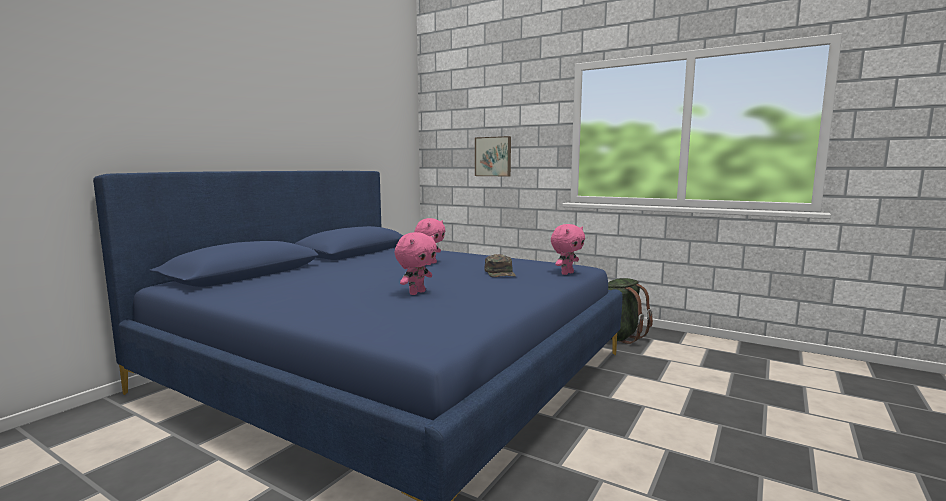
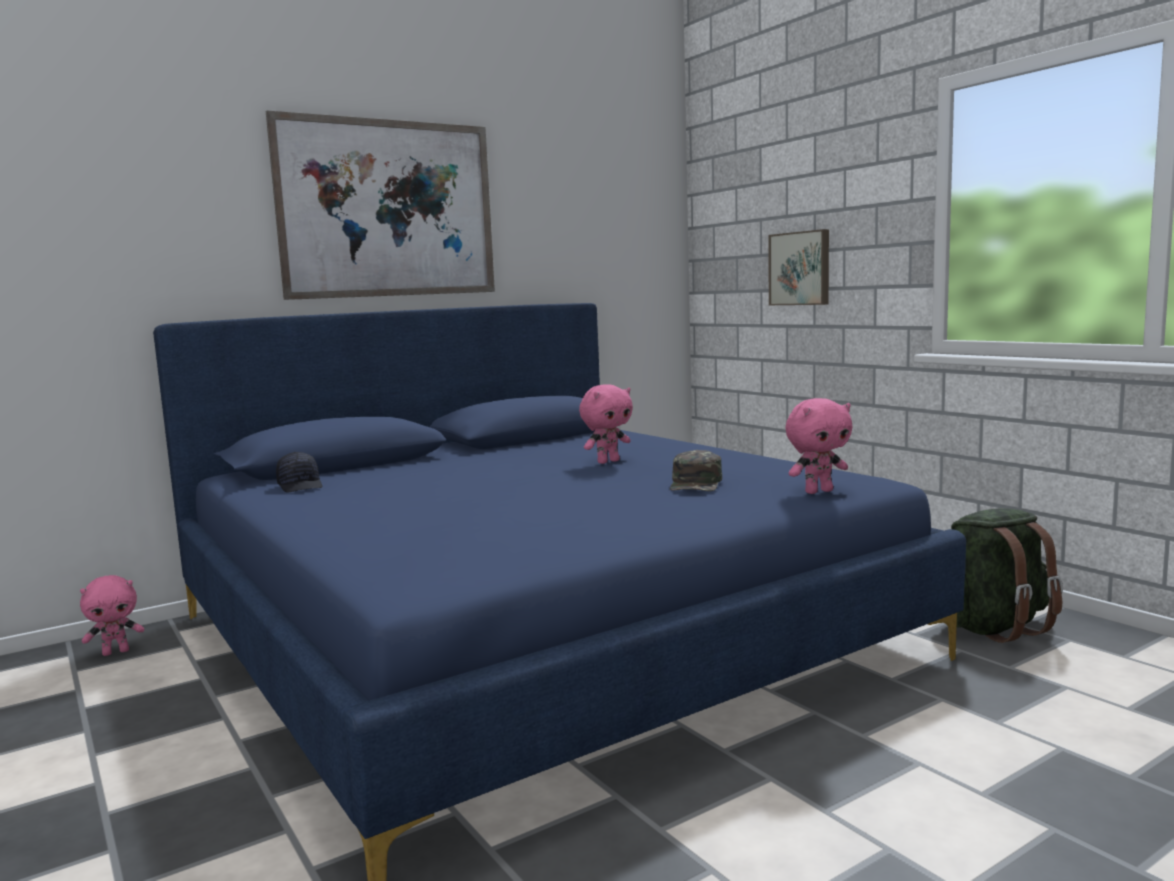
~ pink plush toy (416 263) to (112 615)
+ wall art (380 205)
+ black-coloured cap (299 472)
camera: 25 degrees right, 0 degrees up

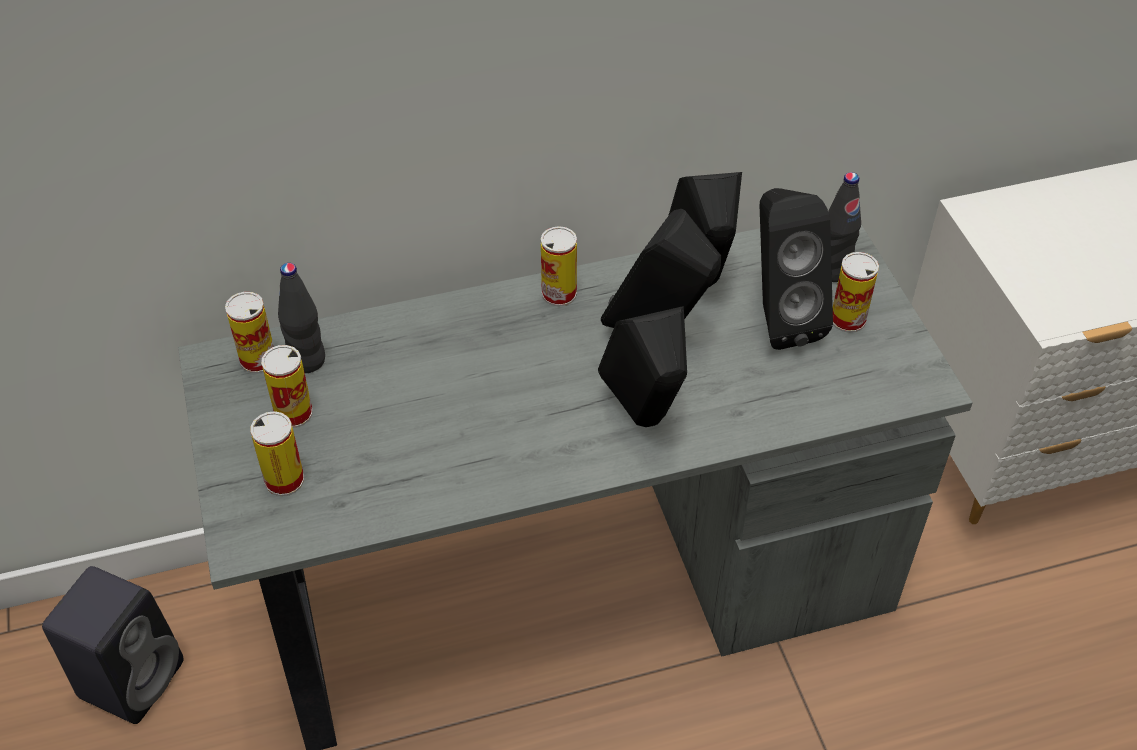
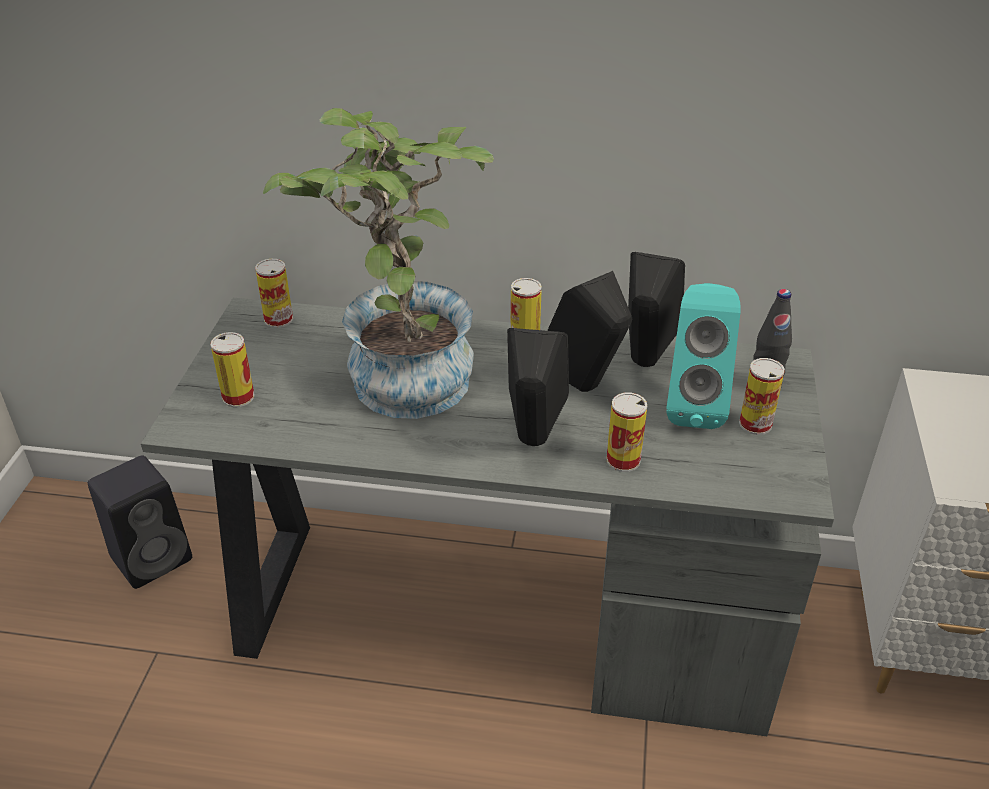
~ black-coloured loudspeaker (796 269) to blue-green loudspeaker (703 356)
- black-coloured beverage bottle (301 318)
~ sealed can (287 386) to (627 432)
+ plant in a pot (378 263)
camera: 25 degrees right, 10 degrees down

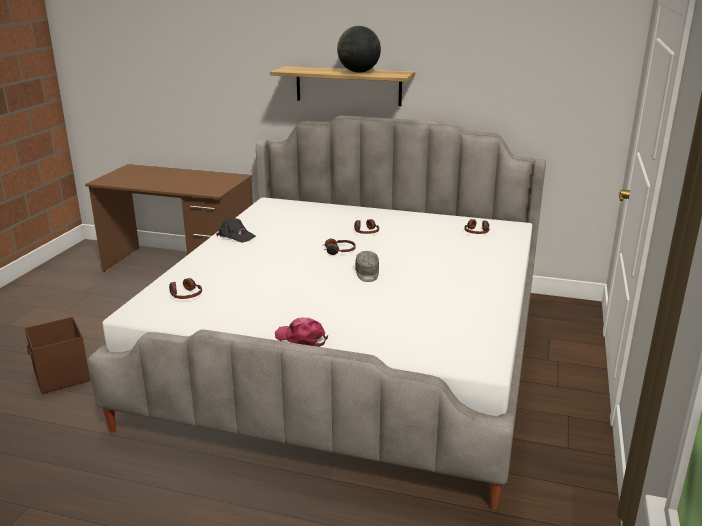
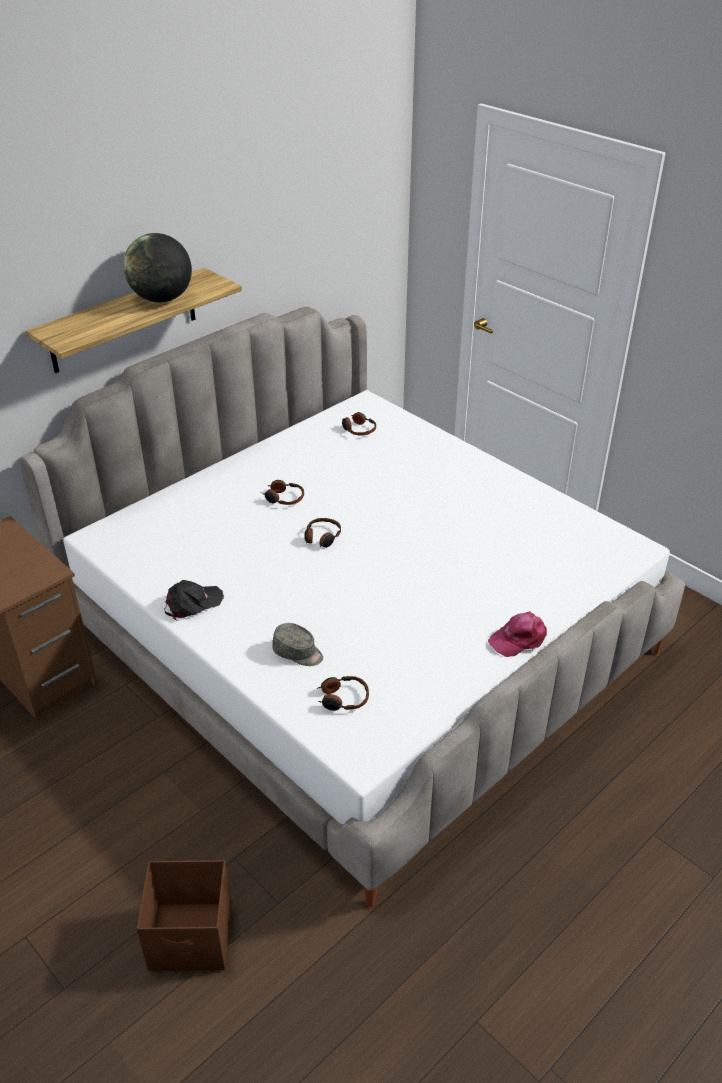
~ grey cap (367 266) to (298 644)
camera: 60 degrees left, 15 degrees up

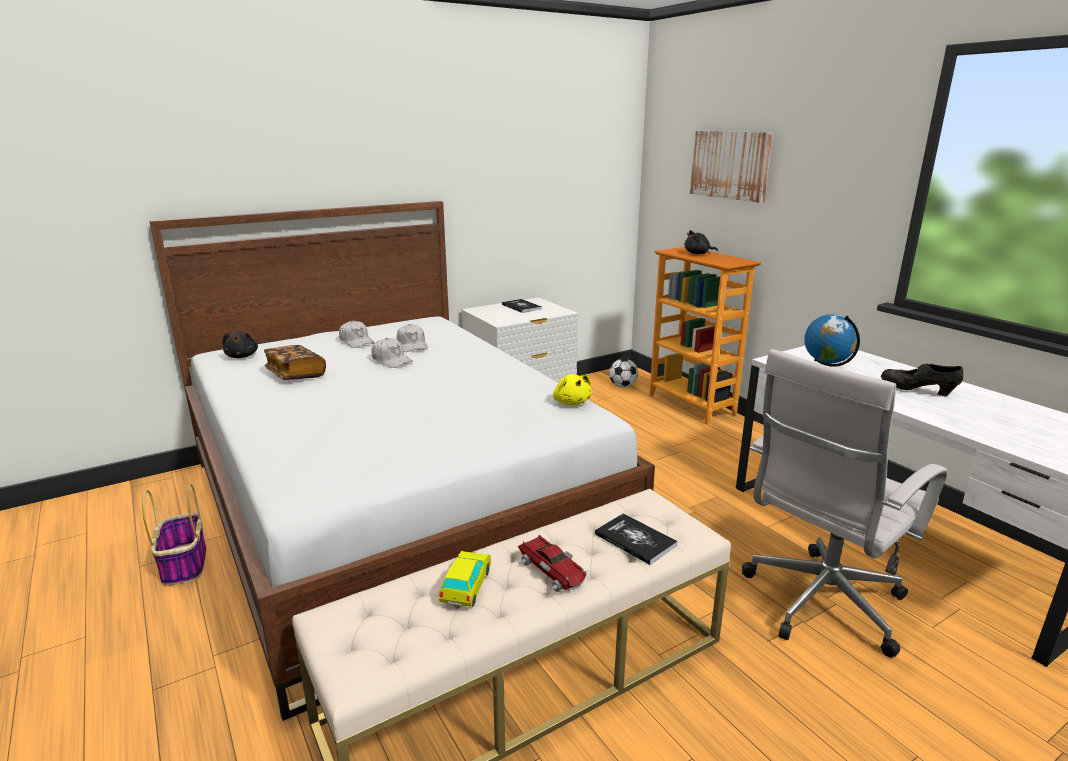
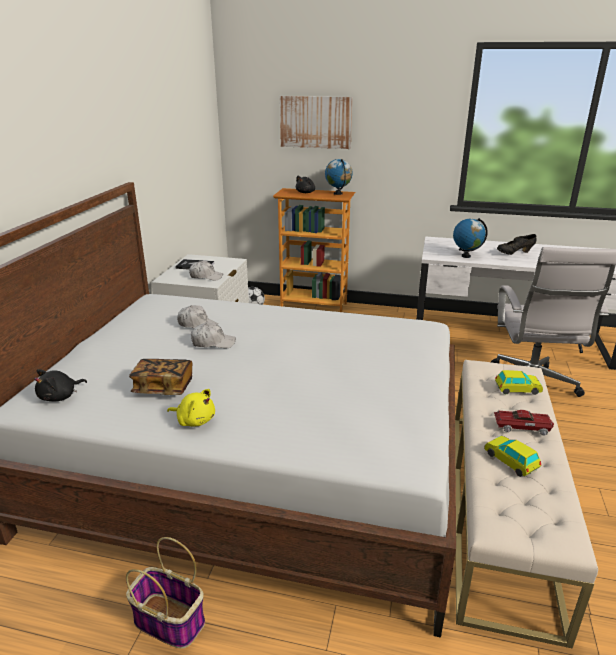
~ whitish cap (357 334) to (206 271)
~ black-coloured plush toy (240 345) = (60 385) 105 degrees clockwise
~ yellow plush toy (572 389) to (191 408)
~ bound book (636 539) to model car (519 382)
+ world globe (339 177)
camera: 45 degrees left, 5 degrees up

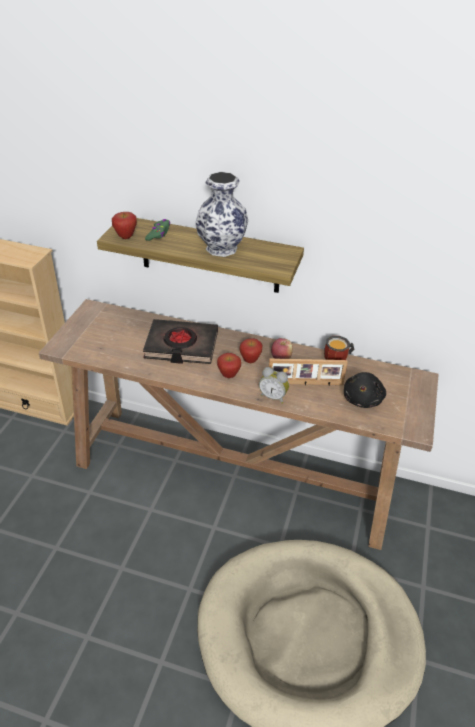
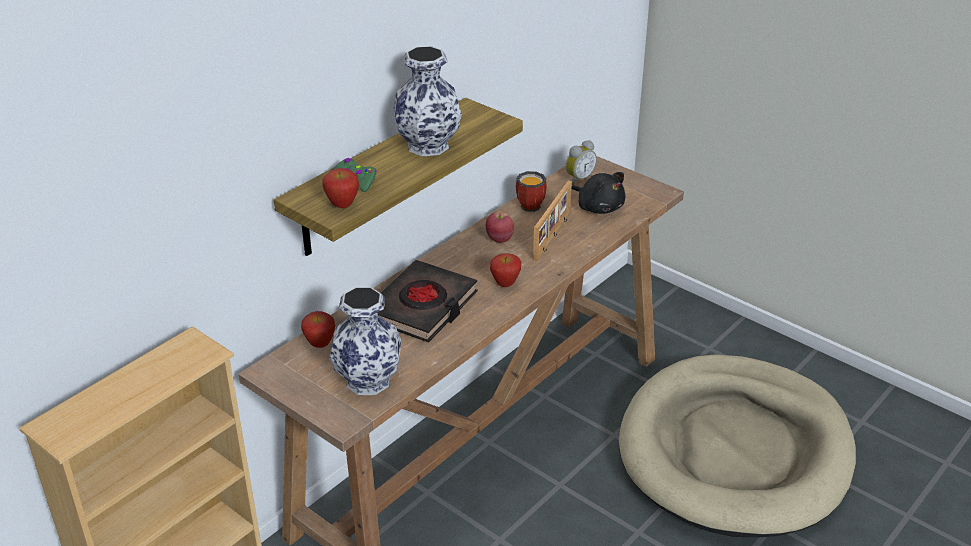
~ whole apple (251 350) to (318 329)
~ bedside clock (274 385) to (581 162)
+ decorative vase (365 341)
camera: 65 degrees left, 5 degrees down

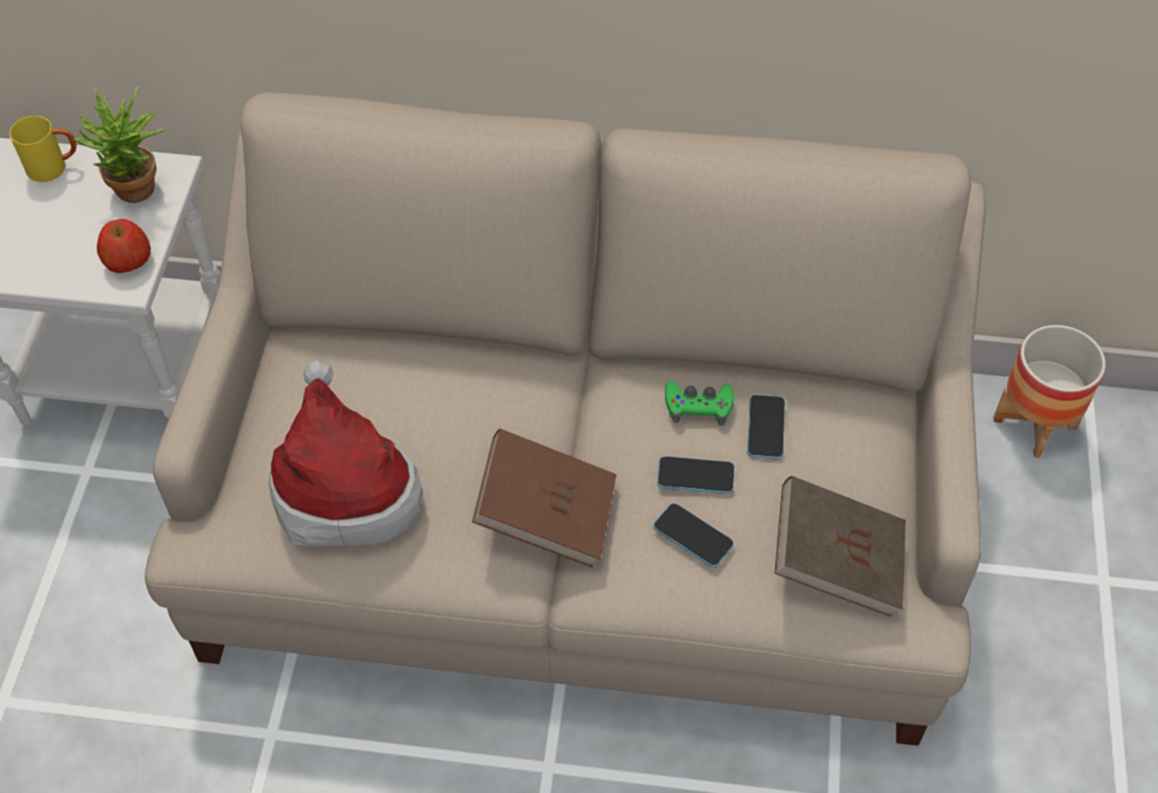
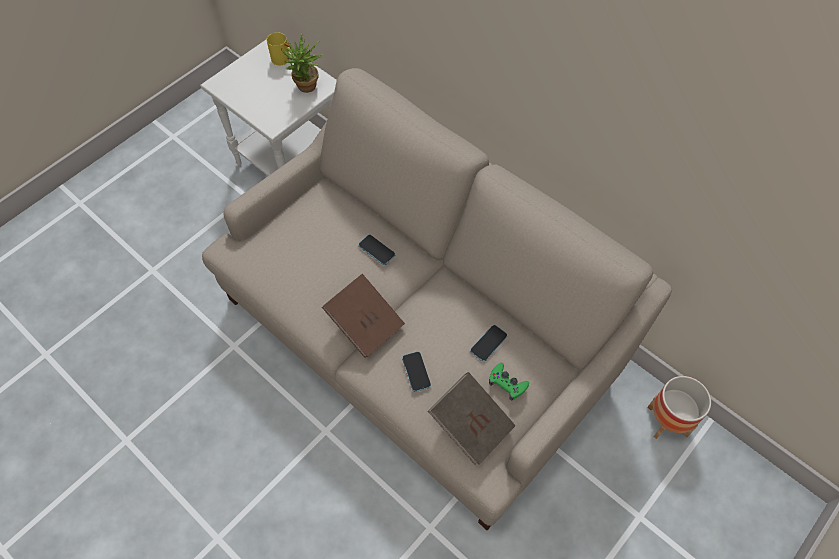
- whole apple (124 246)
- hat (346 453)
~ green joypad (699 403) to (509 382)
~ handset (696 475) to (376 250)
camera: 35 degrees right, 5 degrees up

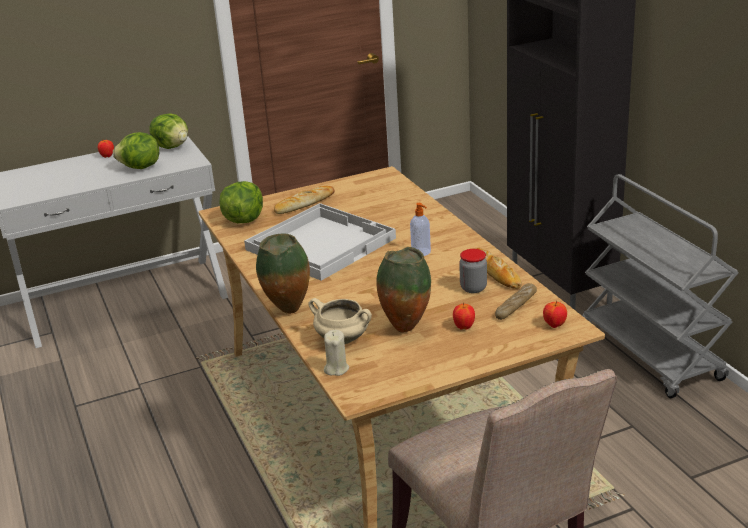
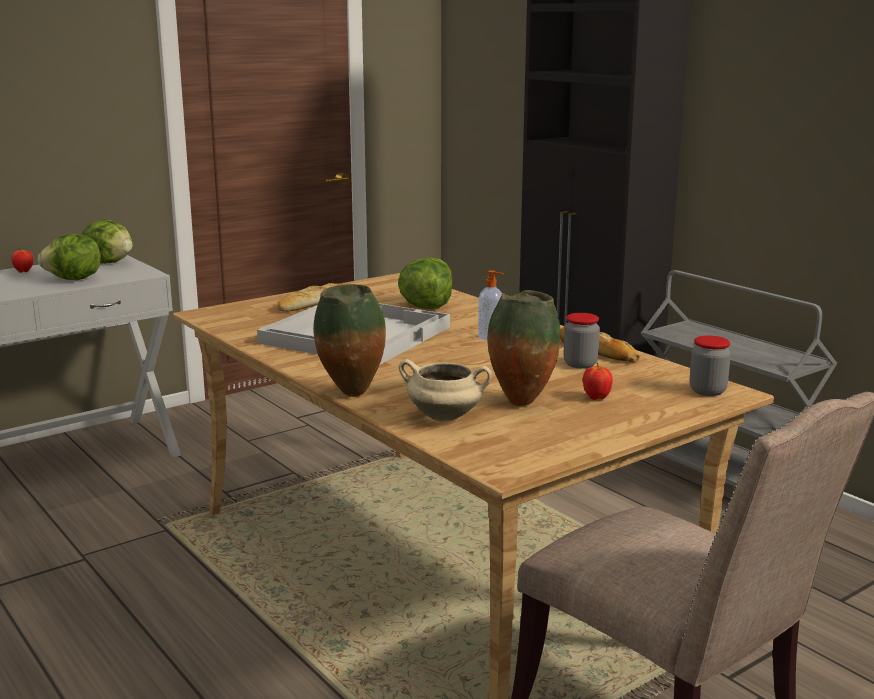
~ lettuce head (241 202) to (425 283)
- baked bread (516 301)
~ whole apple (555 314) to preserve jar (710 366)
- sand-coloured wax candle (336 353)
camera: 15 degrees left, 10 degrees down

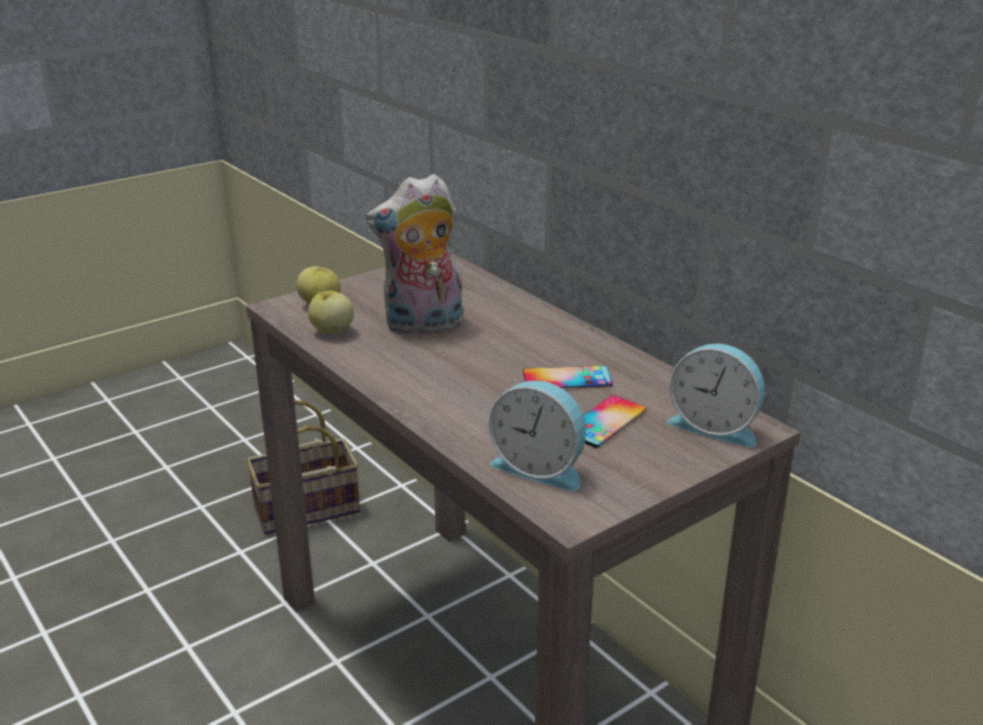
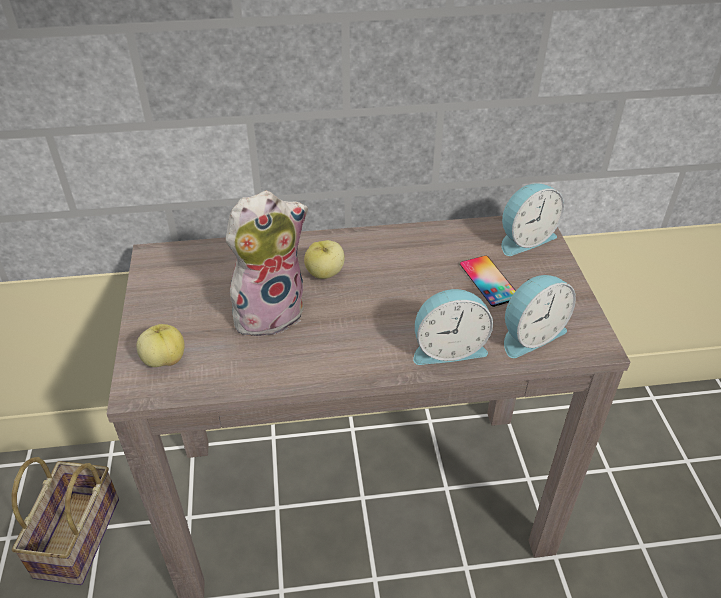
~ plush toy (414 254) = (267 263) 135 degrees counterclockwise
~ whole apple (331 312) to (324 259)
- handset (568 377)
+ bedside clock (453 327)
camera: 60 degrees left, 15 degrees up

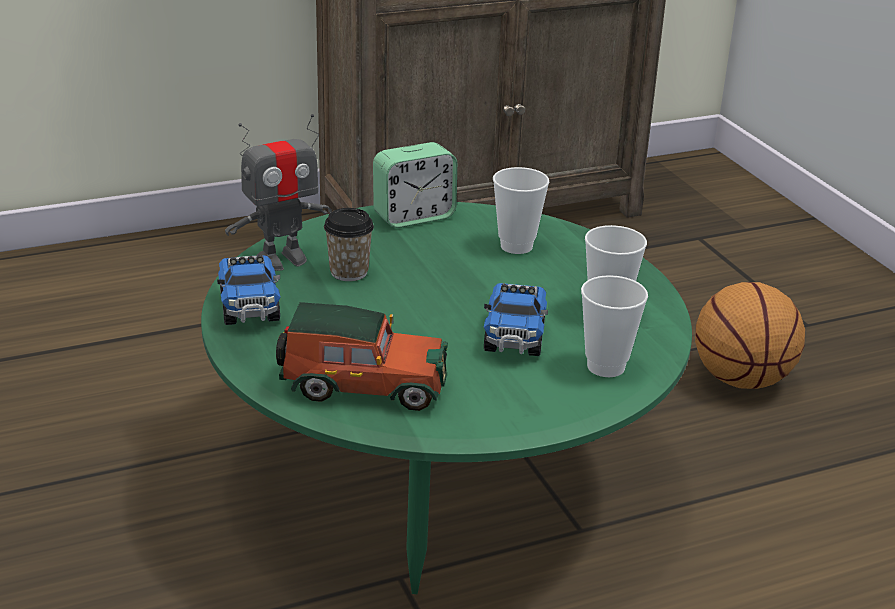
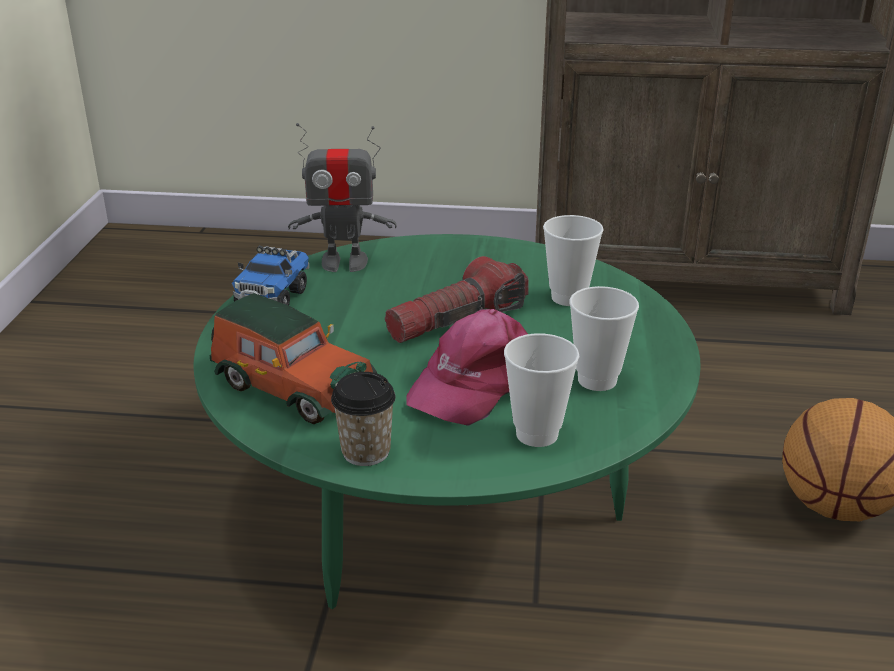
- bedside clock (415 185)
~ small cup (349 244) to (363 419)
~ model truck (516 319) to pink cap (467 367)
+ flashlight (457 299)
camera: 30 degrees right, 0 degrees up

